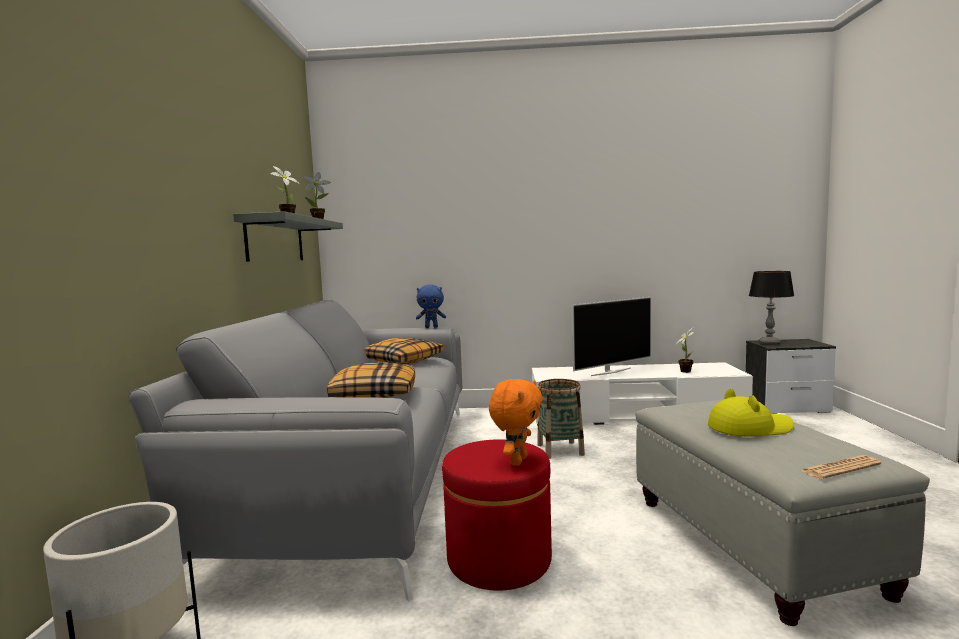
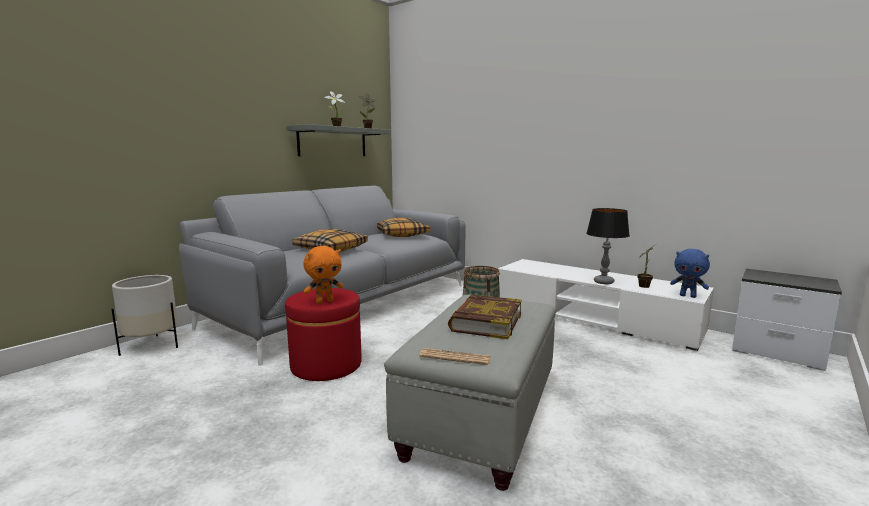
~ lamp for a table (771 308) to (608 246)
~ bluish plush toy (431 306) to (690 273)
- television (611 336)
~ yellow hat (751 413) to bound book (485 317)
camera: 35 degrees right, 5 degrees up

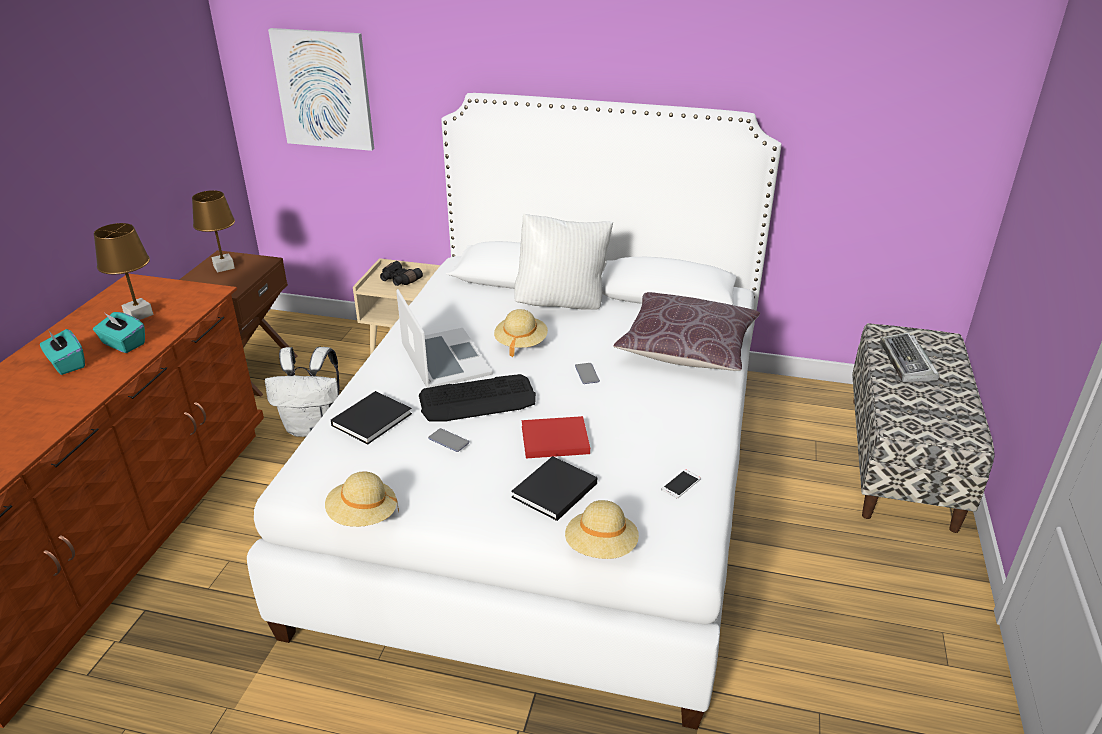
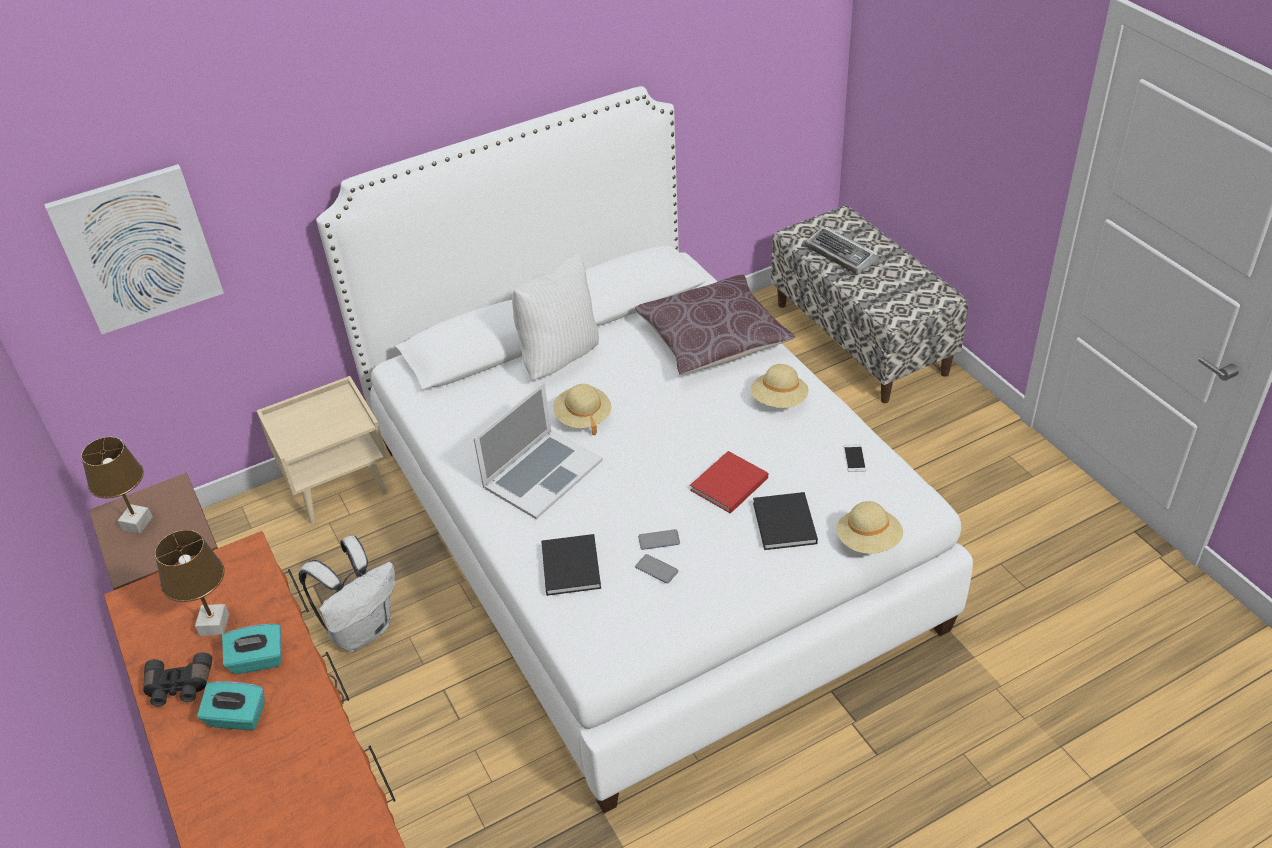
~ black-coloured binoculars (401 273) to (177 679)
~ notebook computer (444 338) = (538 450) 105 degrees clockwise
~ handset (587 373) to (656 568)
- PC keyboard (477 397)
~ sand-coloured hat (362 499) to (779 386)
camera: 40 degrees left, 10 degrees up

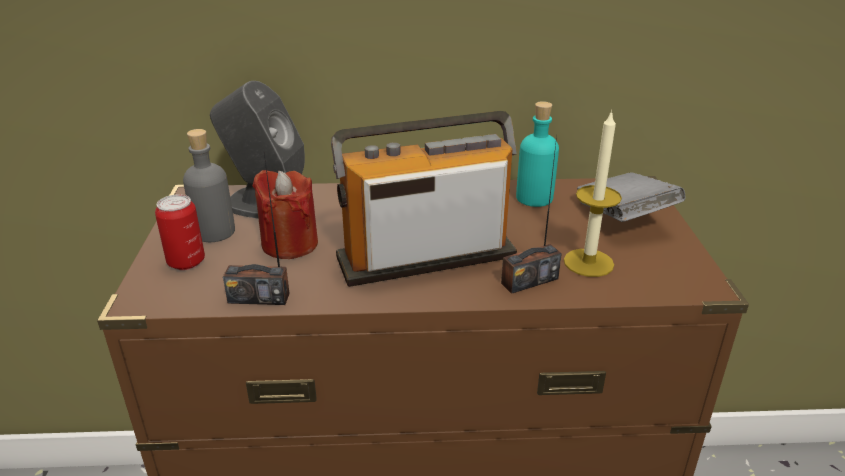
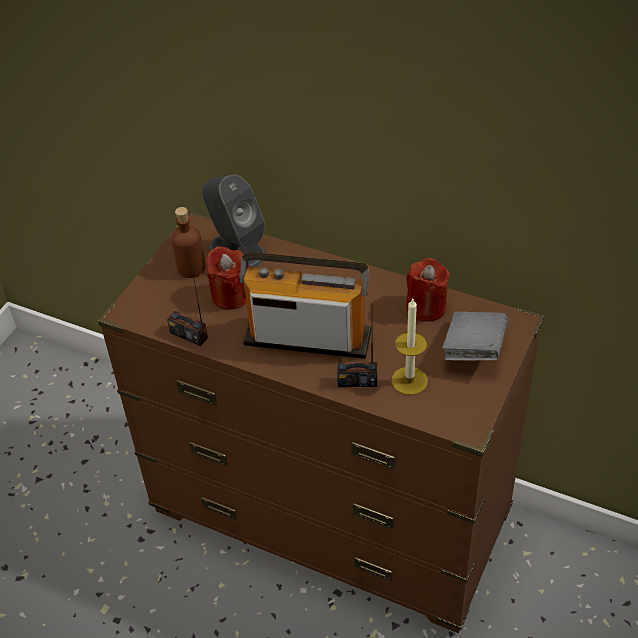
~ blue-green beverage bottle (537 154) to reddish wax candle (428 290)
~ grey beverage bottle (209 185) to brownish beverage bottle (188 242)
- sealed can (180 232)
camera: 30 degrees right, 15 degrees up

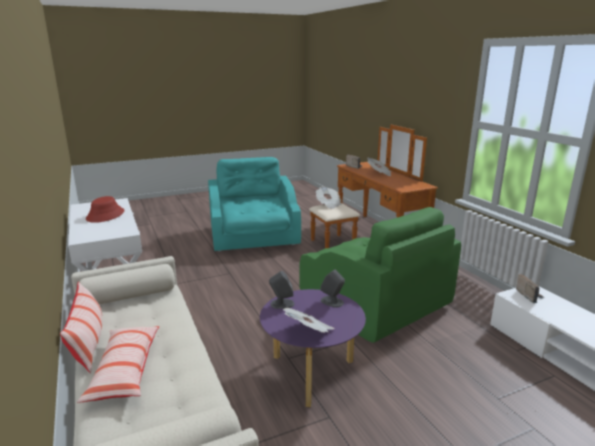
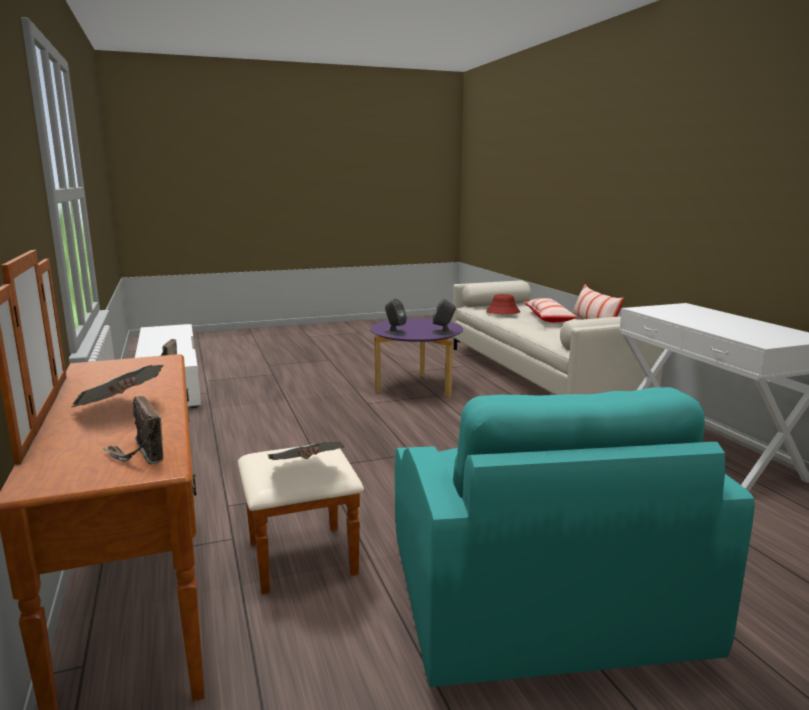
~ reddish hat (105 209) to (503 304)
- green armchair (380 275)
- printed paper (309 320)
camera: 175 degrees left, 5 degrees down

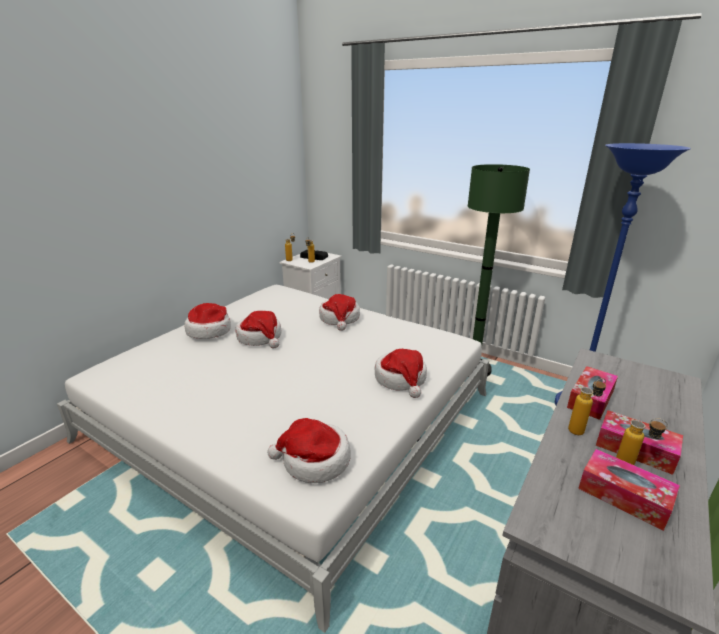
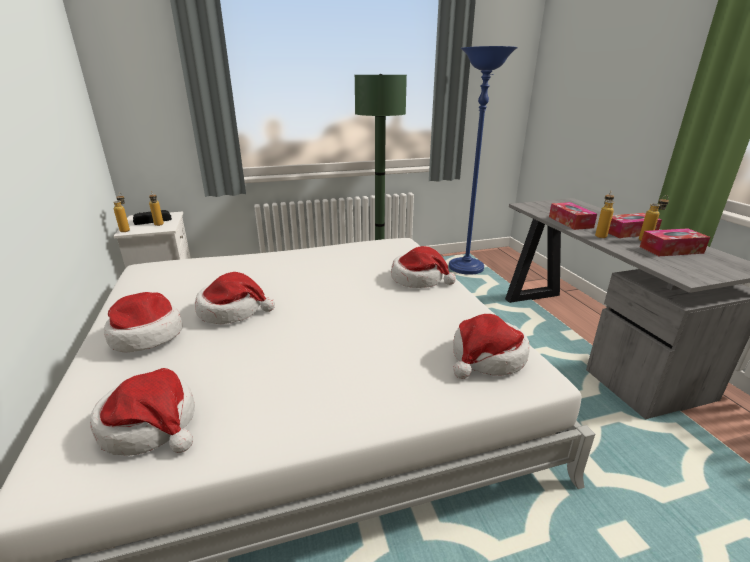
~ hat (339 312) to (142 412)
camera: 50 degrees left, 0 degrees up

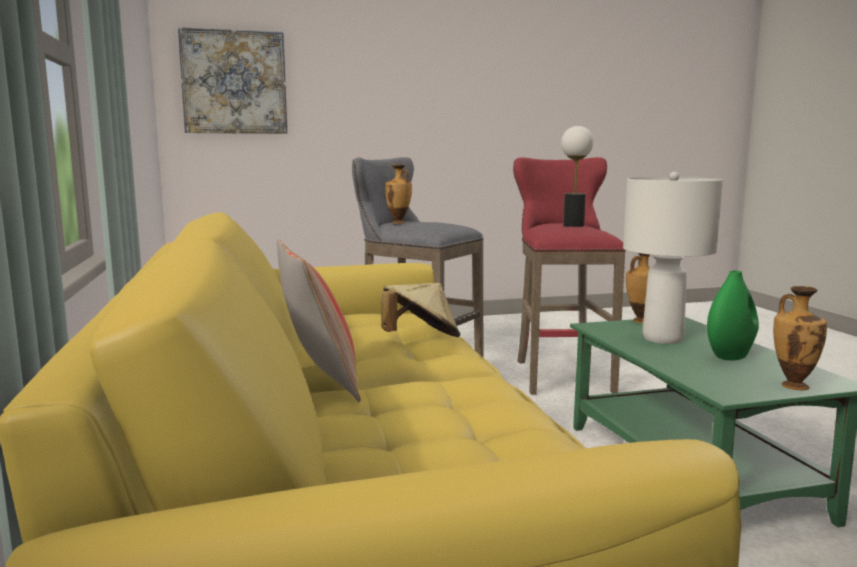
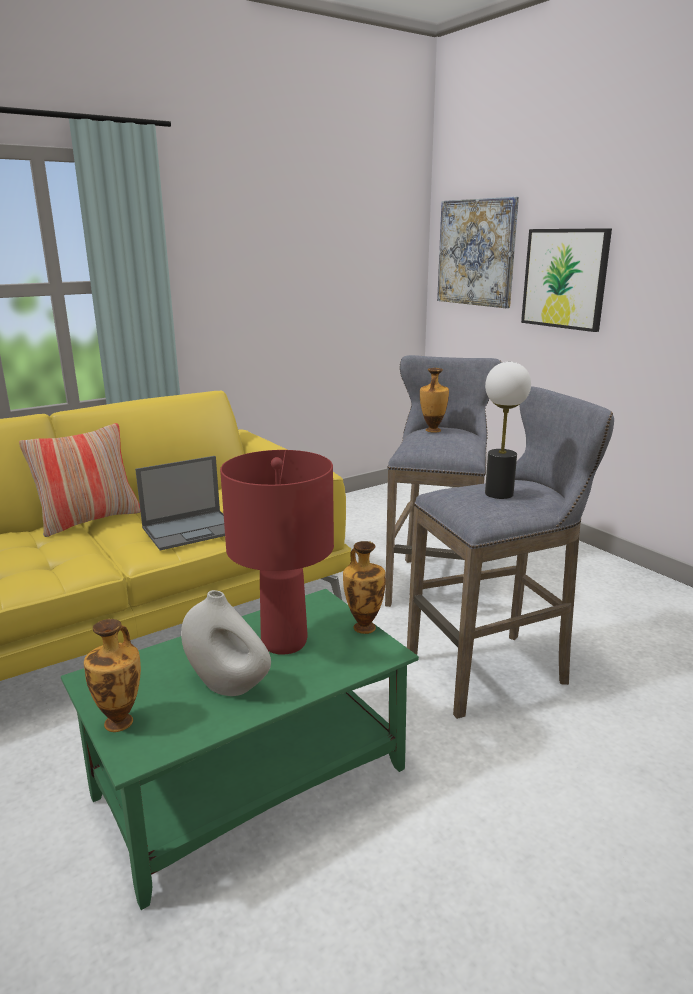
~ reddish stool seat (569 276) to grey stool seat (510 552)
~ whitish lamp for a table (673 258) to reddish lamp for a table (277 552)
~ green decorative vase (733 315) to whitish decorative vase (226 643)
~ sand-coloured hat (420 310) to notebook computer (180 503)
+ wall art (566 280)
camera: 70 degrees right, 10 degrees up

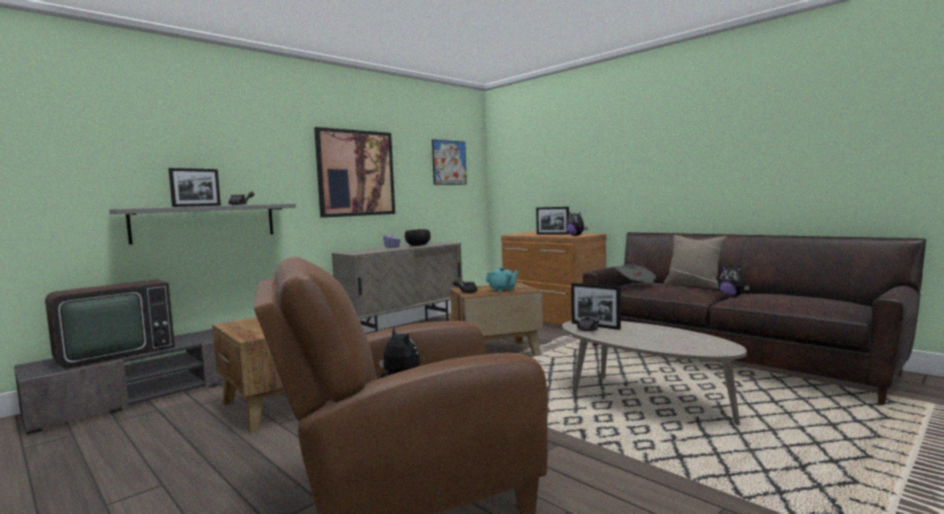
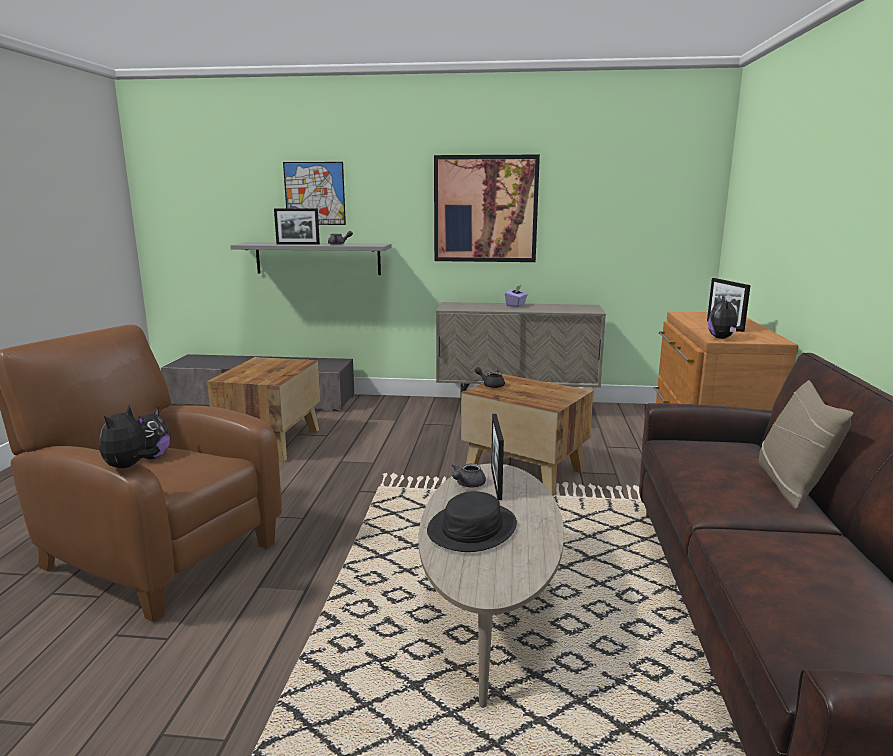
~ wall art (449 162) to (314 193)
- black-coloured deep dish (418 237)
- printed paper (635 273)
~ plush toy (734 281) to (129 436)
- blue-green pot for tea (502 279)
- television (110 324)
+ black-coloured hat (472 521)
camera: 50 degrees right, 10 degrees up

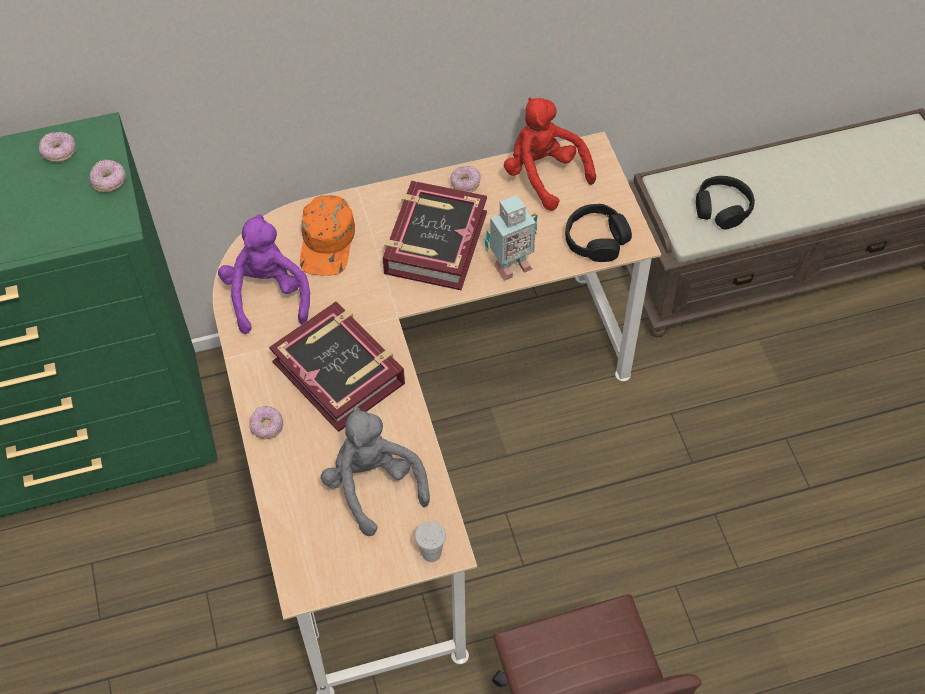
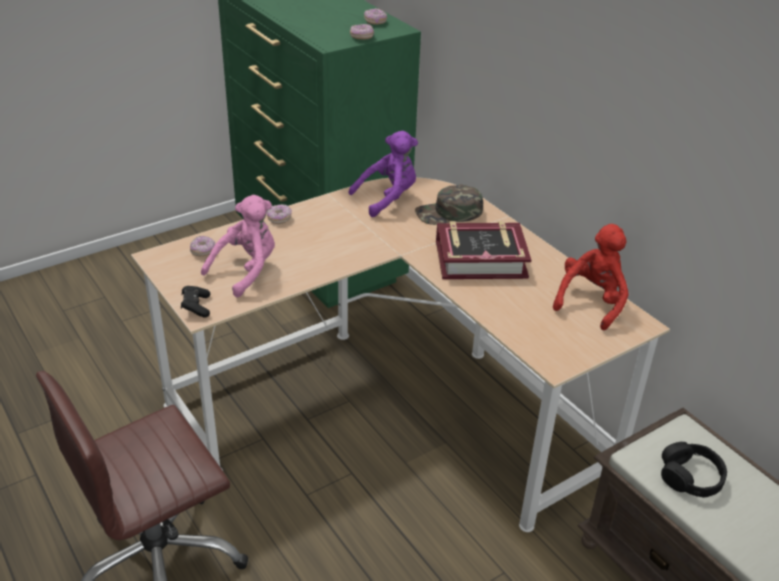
~ doughnut (465 179) to (202 246)
~ orange-coloured cap (327 235) to green cap (449 205)
- toy robot (511 238)
- black-coloured pair of headphones (598 233)
- bound book (337 367)
~ grey plush toy (375 471) to pink plush toy (238 246)
~ whitish small cup (430 541) to black-coloured joypad (195 302)
camera: 70 degrees right, 20 degrees down

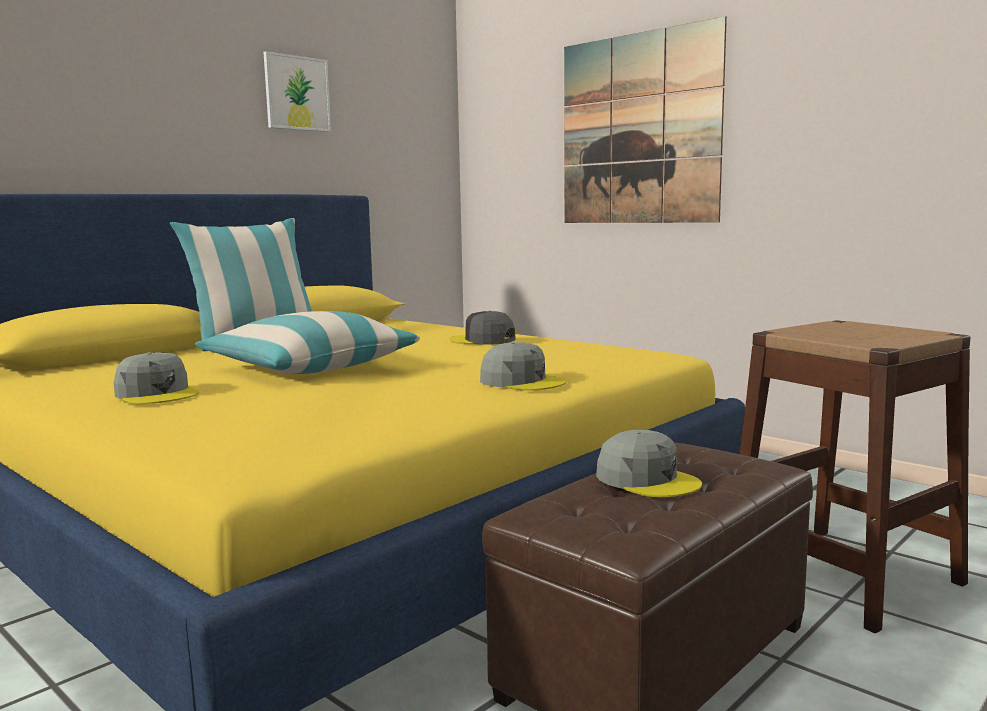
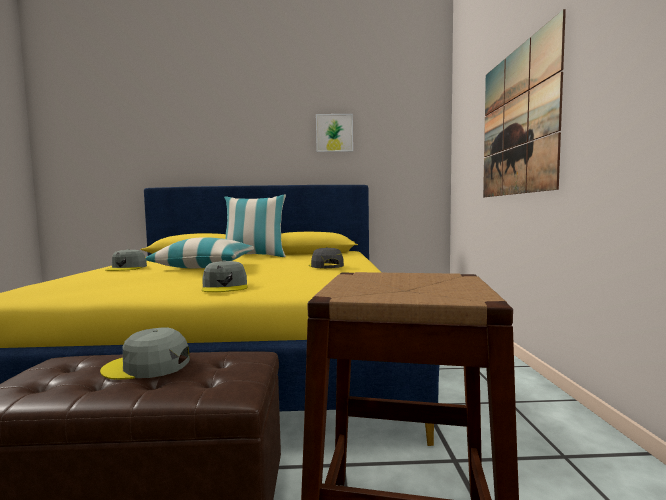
~ grey cap (649 463) = (145 354) 90 degrees clockwise
camera: 45 degrees right, 5 degrees down

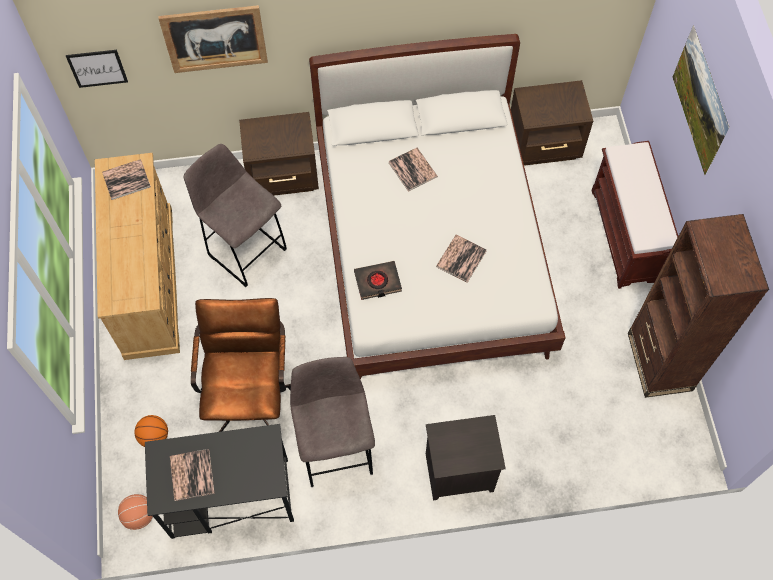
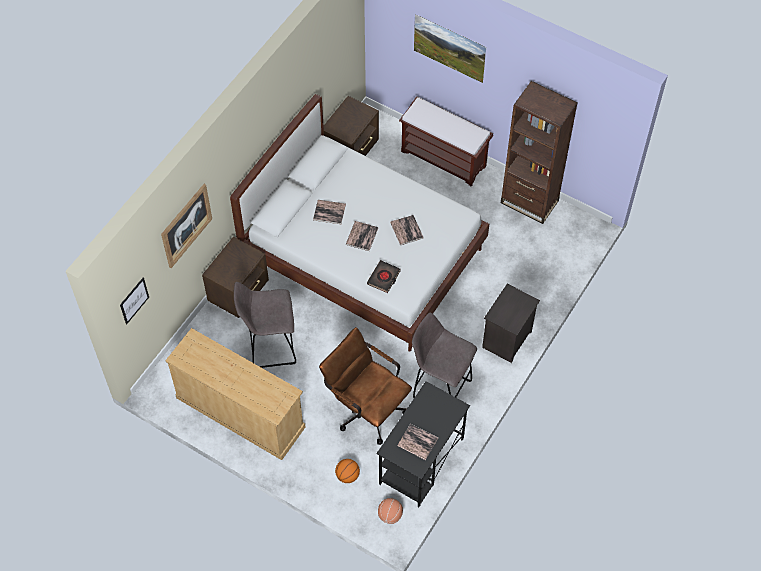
~ bound book (126 179) to (362 236)
camera: 50 degrees left, 5 degrees down

